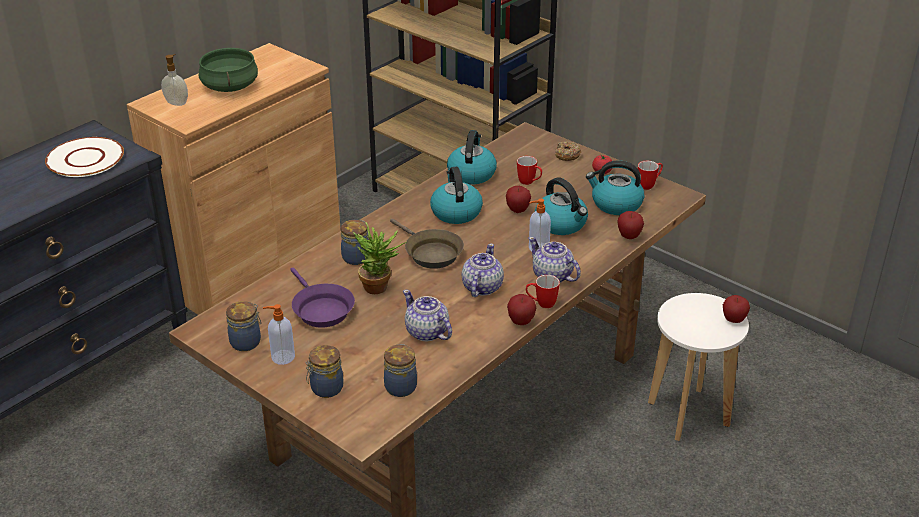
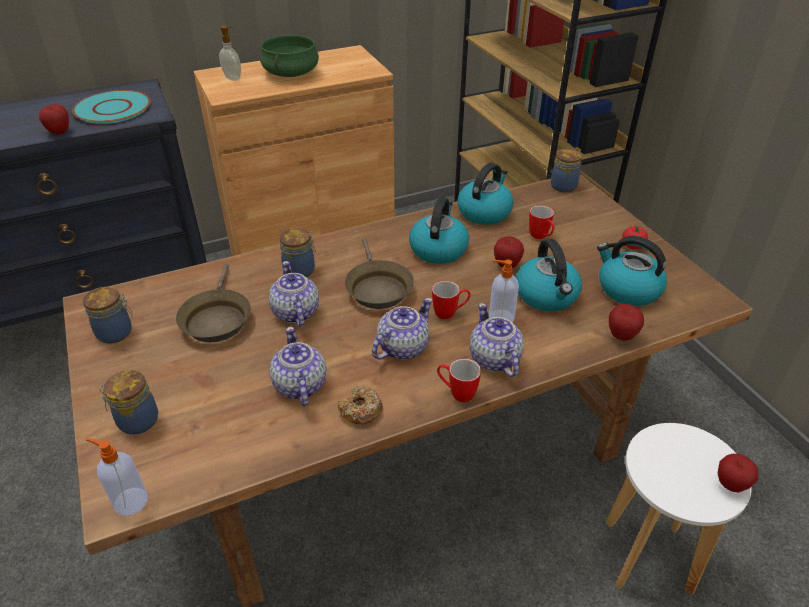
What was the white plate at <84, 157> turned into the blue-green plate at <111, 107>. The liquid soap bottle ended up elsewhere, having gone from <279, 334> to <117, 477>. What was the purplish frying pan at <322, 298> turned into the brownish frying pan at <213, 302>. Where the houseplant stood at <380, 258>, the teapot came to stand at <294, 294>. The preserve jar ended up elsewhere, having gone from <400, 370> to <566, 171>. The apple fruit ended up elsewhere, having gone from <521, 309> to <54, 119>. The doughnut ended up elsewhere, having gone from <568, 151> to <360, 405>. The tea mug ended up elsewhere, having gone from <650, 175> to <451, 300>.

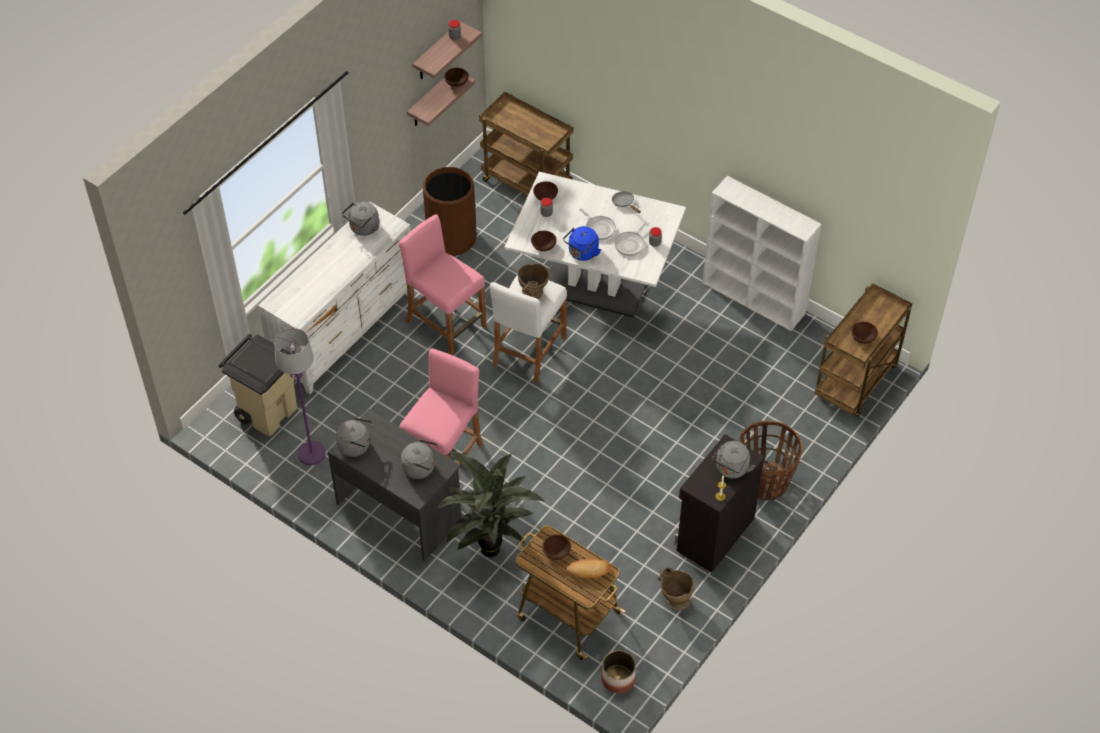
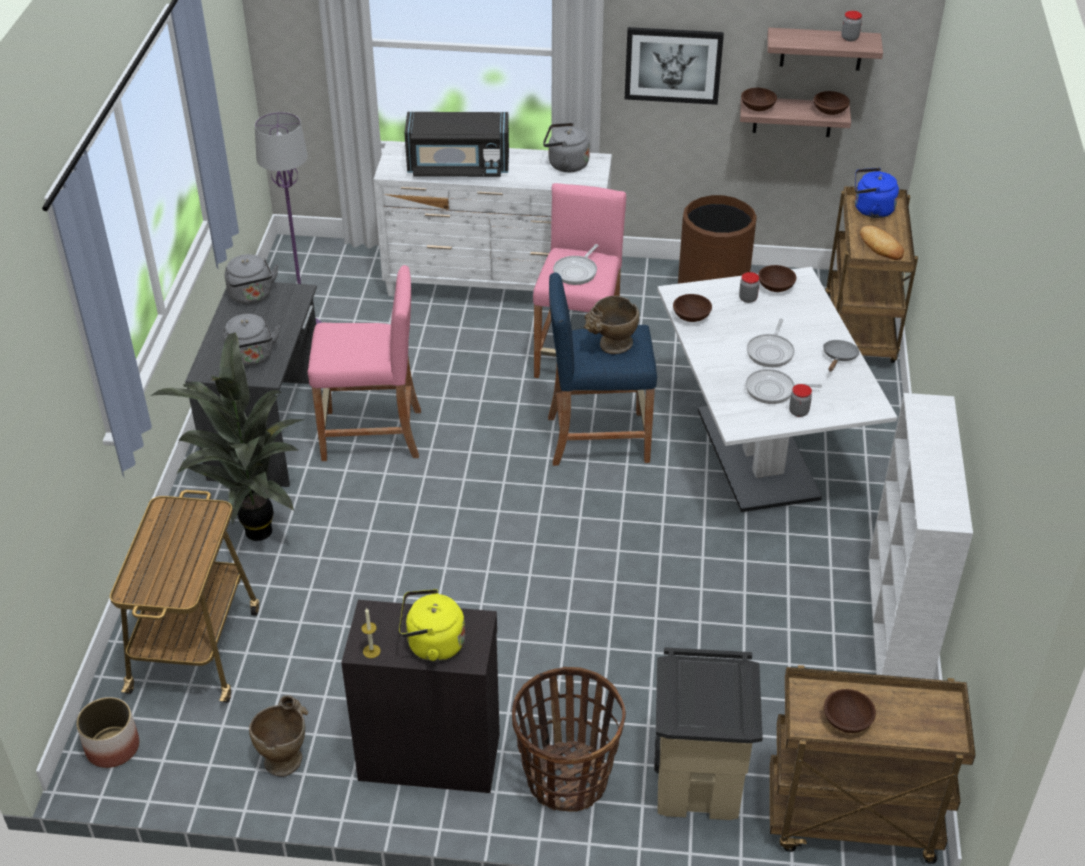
The beige-coloured rubbish bin ended up elsewhere, having gone from <258, 385> to <708, 733>. What was the white stool seat at <528, 329> turned into the blue-coloured stool seat at <602, 369>. The brownish bowl ended up elsewhere, having gone from <556, 547> to <759, 99>. The blue-coloured water kettle ended up elsewhere, having gone from <582, 243> to <877, 193>. The baked bread ended up elsewhere, having gone from <589, 569> to <882, 243>. What was the gray water kettle at <733, 460> turned into the yellow water kettle at <432, 625>. The second view gained the blackish microwave oven at <456, 144>. The second view gained the frying pan at <576, 264>. The second view gained the wall picture at <674, 66>.

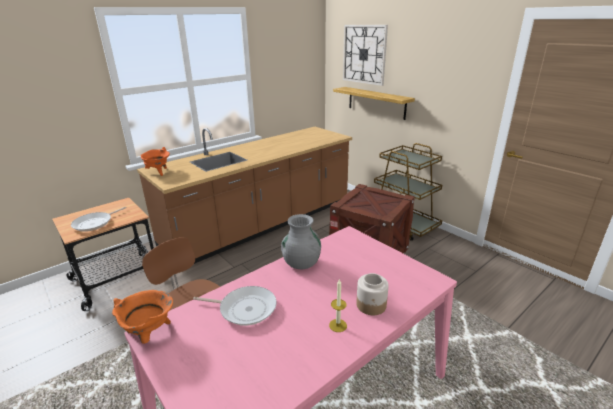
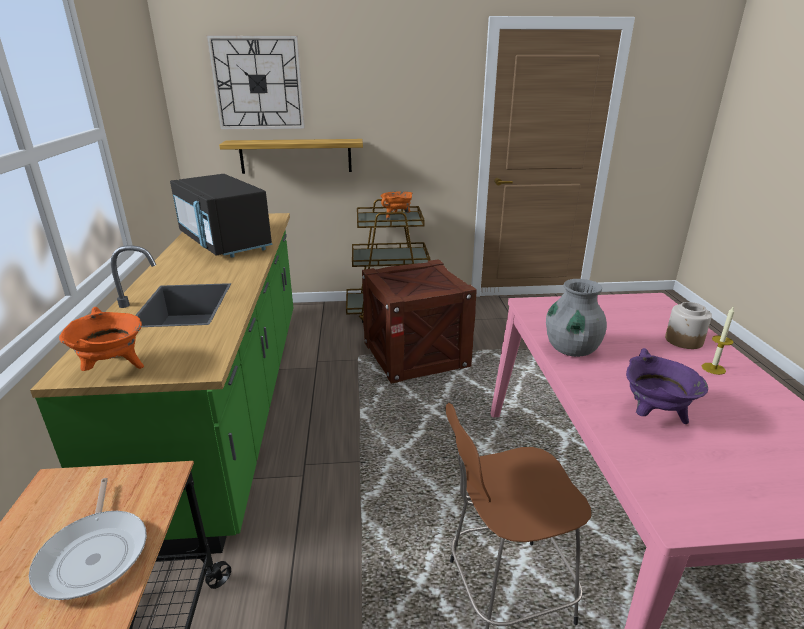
The orange saucepot ended up elsewhere, having gone from <142, 317> to <396, 205>. What was the brownish kitchen base unit at <244, 195> turned into the green-coloured kitchen base unit at <161, 384>. Where the frying pan stood at <235, 306>, the purplish saucepot came to stand at <667, 386>. The second view gained the blackish microwave oven at <221, 216>.

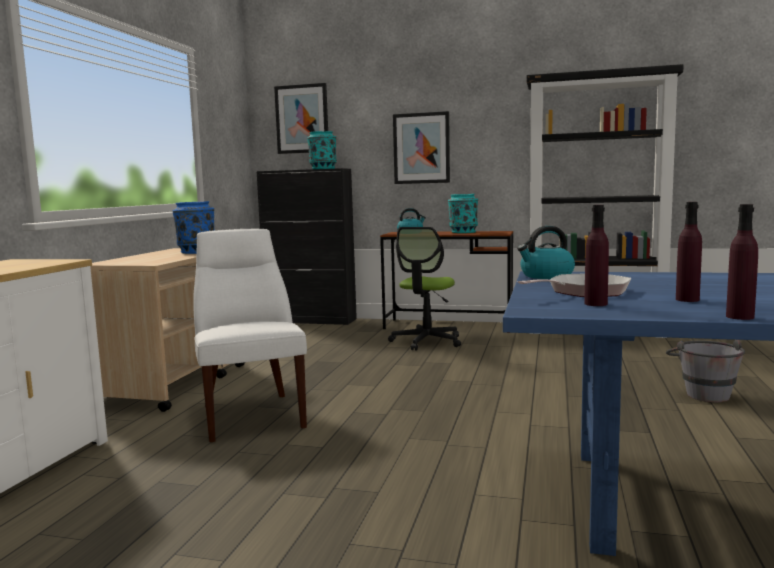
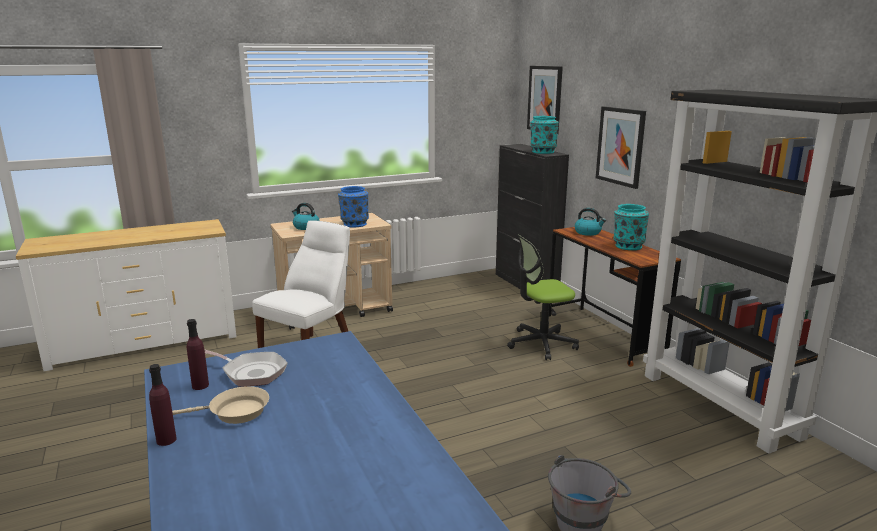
The water kettle ended up elsewhere, having gone from <546, 252> to <306, 216>. Where the purplish bottle stood at <689, 252>, the beige-coloured frying pan came to stand at <220, 405>.

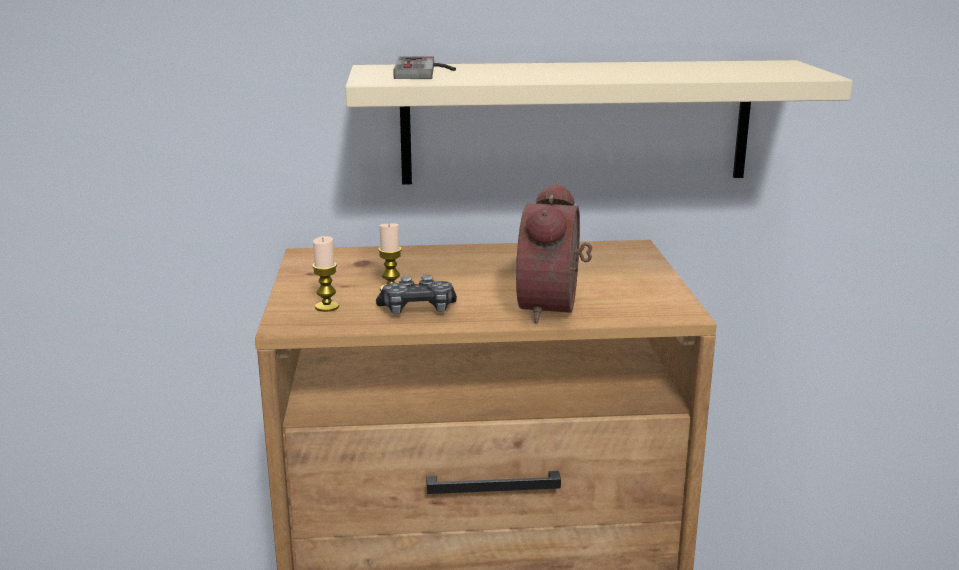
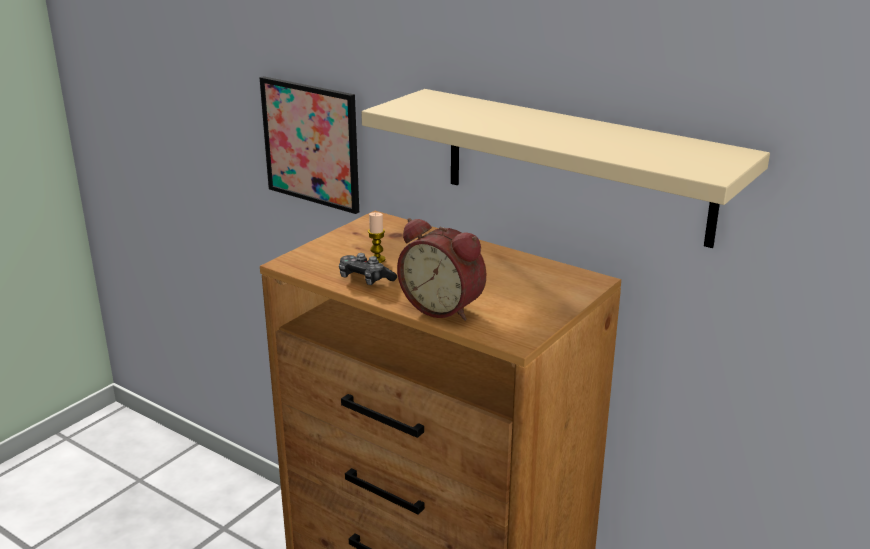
The second view lost the candle at <325, 274>. The second view lost the game controller at <424, 67>. The bedside clock at <554, 252> ended up facing another way, 105 degrees counterclockwise from before. The second view gained the wall picture at <309, 145>.

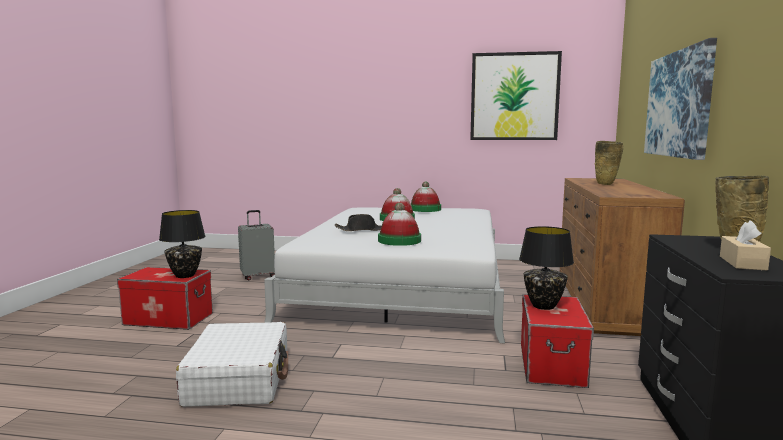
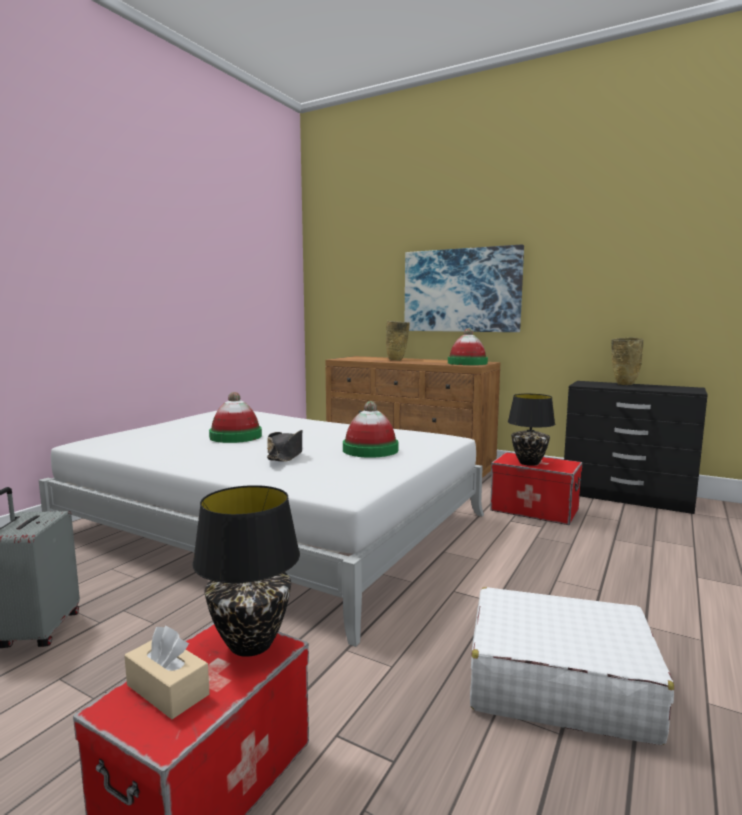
The hat ended up elsewhere, having gone from <426, 196> to <468, 346>. The second view lost the wall picture at <516, 95>. The beige-coloured tissue holder ended up elsewhere, having gone from <745, 245> to <167, 672>.

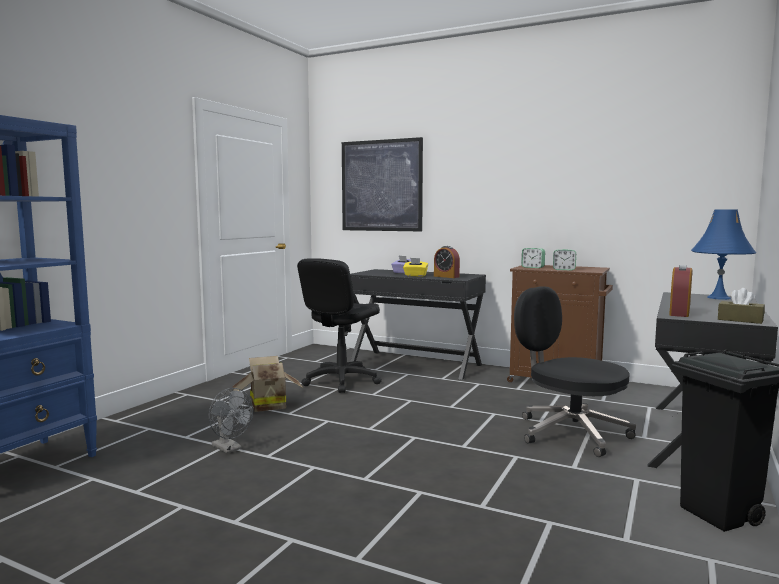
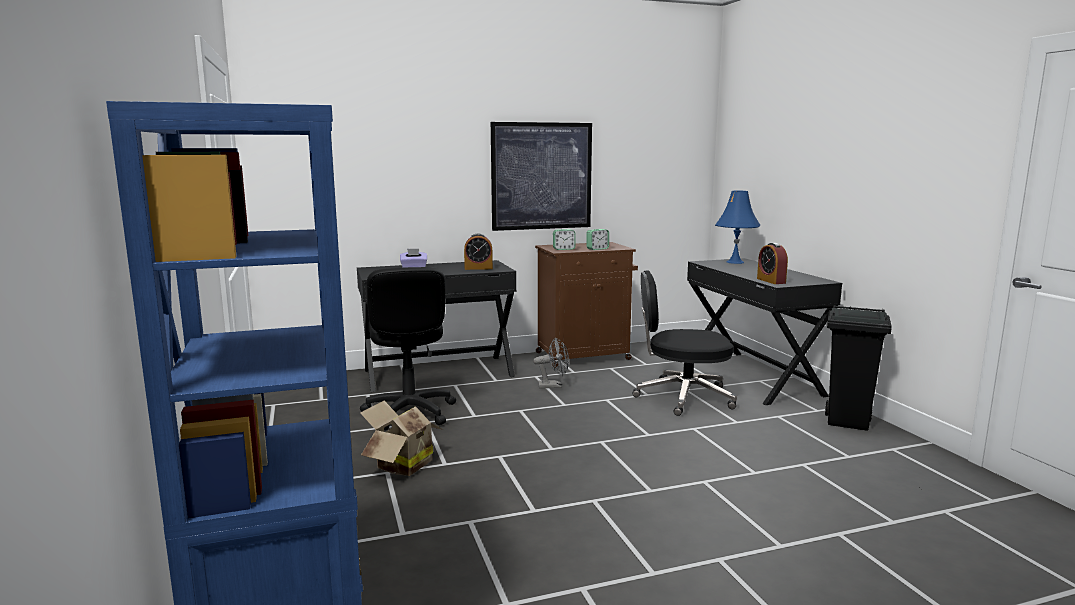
The gray fan ended up elsewhere, having gone from <231, 421> to <551, 363>. The wall picture ended up elsewhere, having gone from <382, 184> to <541, 176>. The second view lost the yellow tissue holder at <415, 267>. The second view lost the brownish tissue holder at <741, 306>.

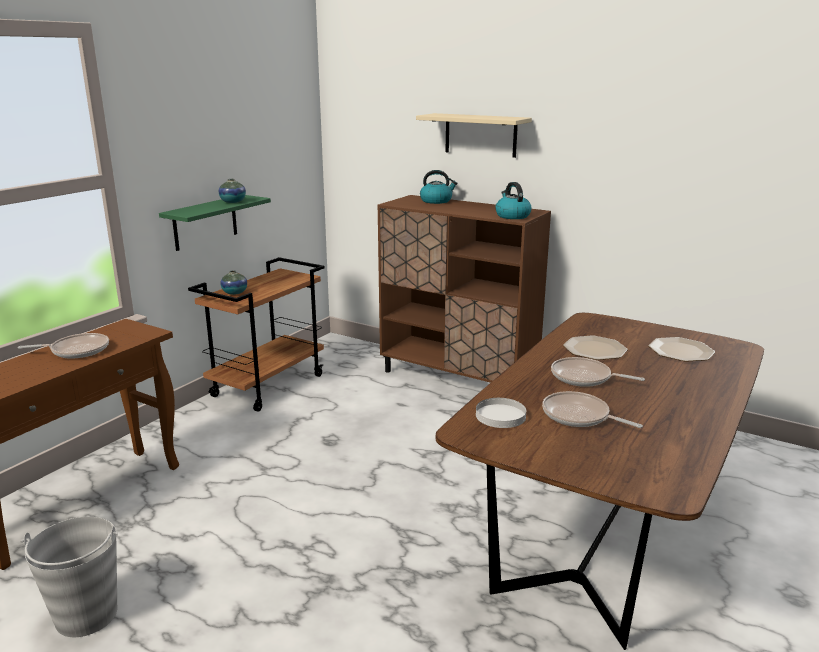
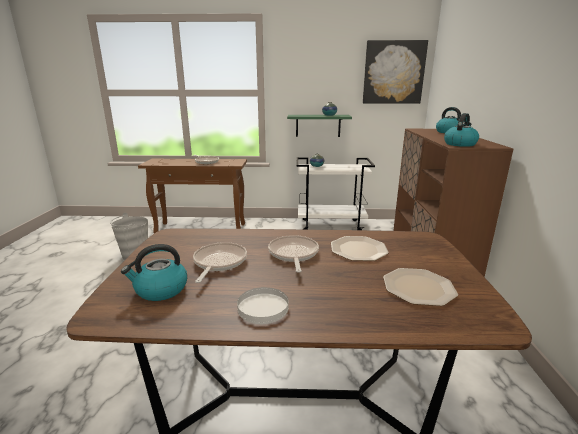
What was the brownish wheeled cart at <256, 334> turned into the white wheeled cart at <335, 193>. The second view lost the beige-coloured bracket shelf at <474, 135>. The white plate ended up elsewhere, having gone from <501, 413> to <263, 305>. The second view gained the water kettle at <154, 272>. The second view gained the wall picture at <395, 72>.

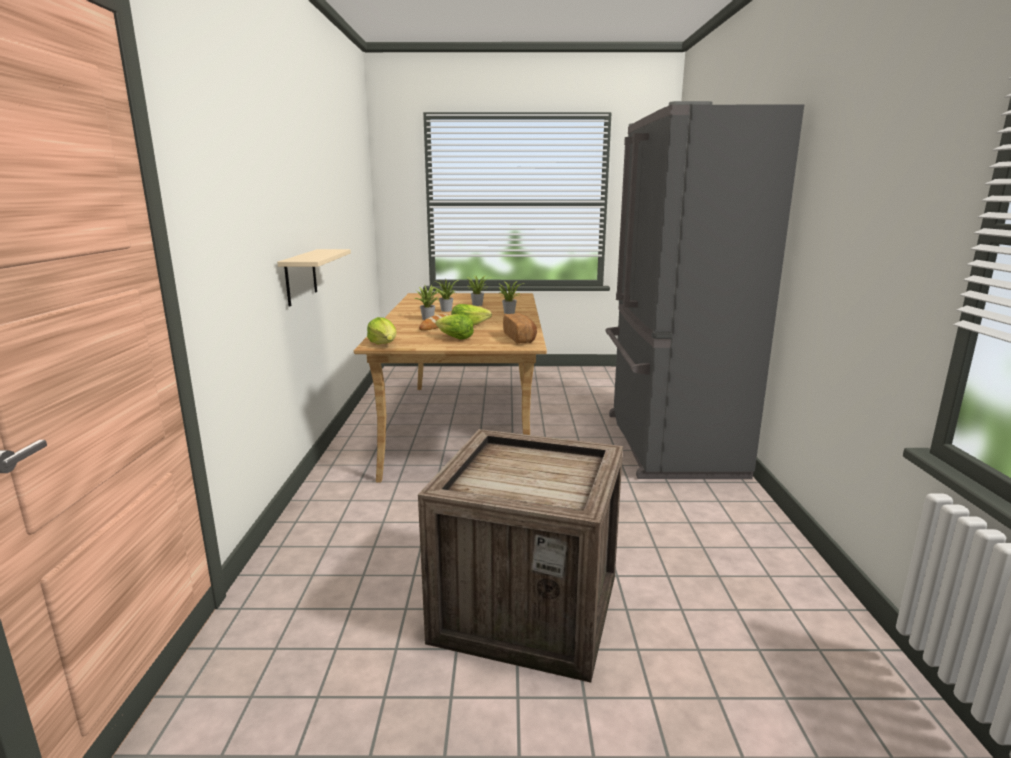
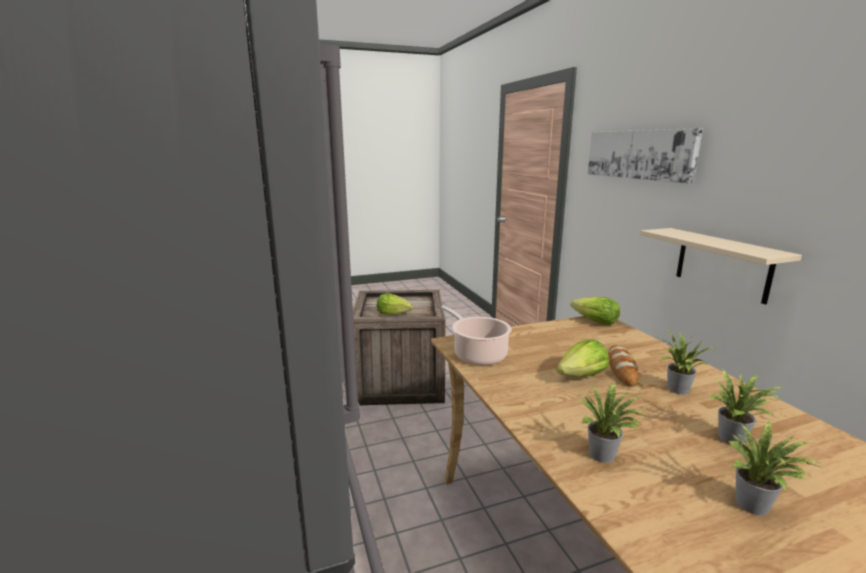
The lettuce ended up elsewhere, having gone from <454, 326> to <395, 304>. Where the baked bread stood at <520, 328>, the saucepot came to stand at <476, 335>. The second view gained the wall picture at <645, 156>.

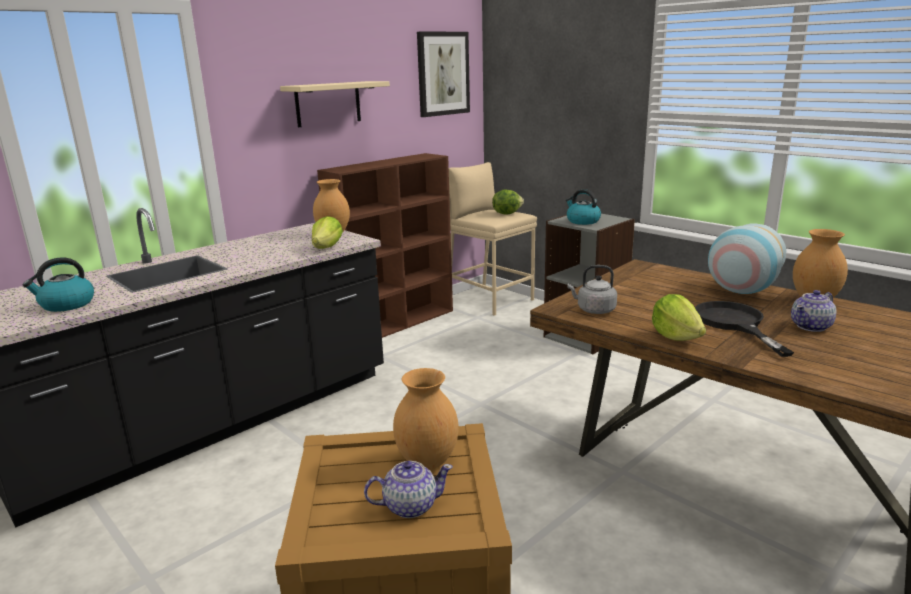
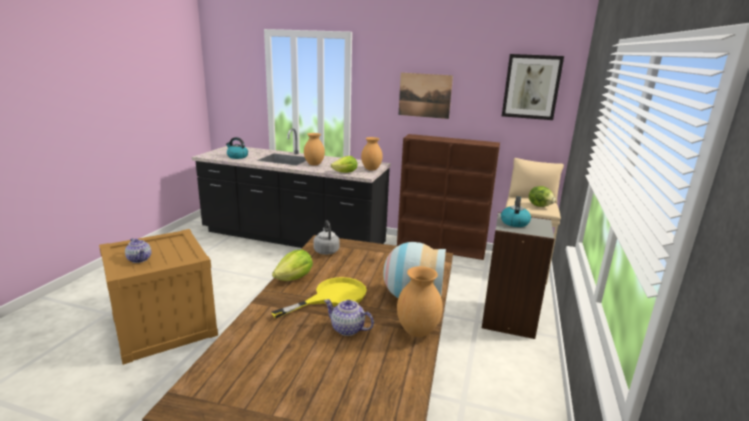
Where the beige-coloured bracket shelf hung at <335, 104>, the wall picture came to hang at <425, 96>. The brownish flower vase ended up elsewhere, having gone from <425, 419> to <314, 149>. What was the blackish frying pan at <744, 329> turned into the yellow frying pan at <319, 297>.

